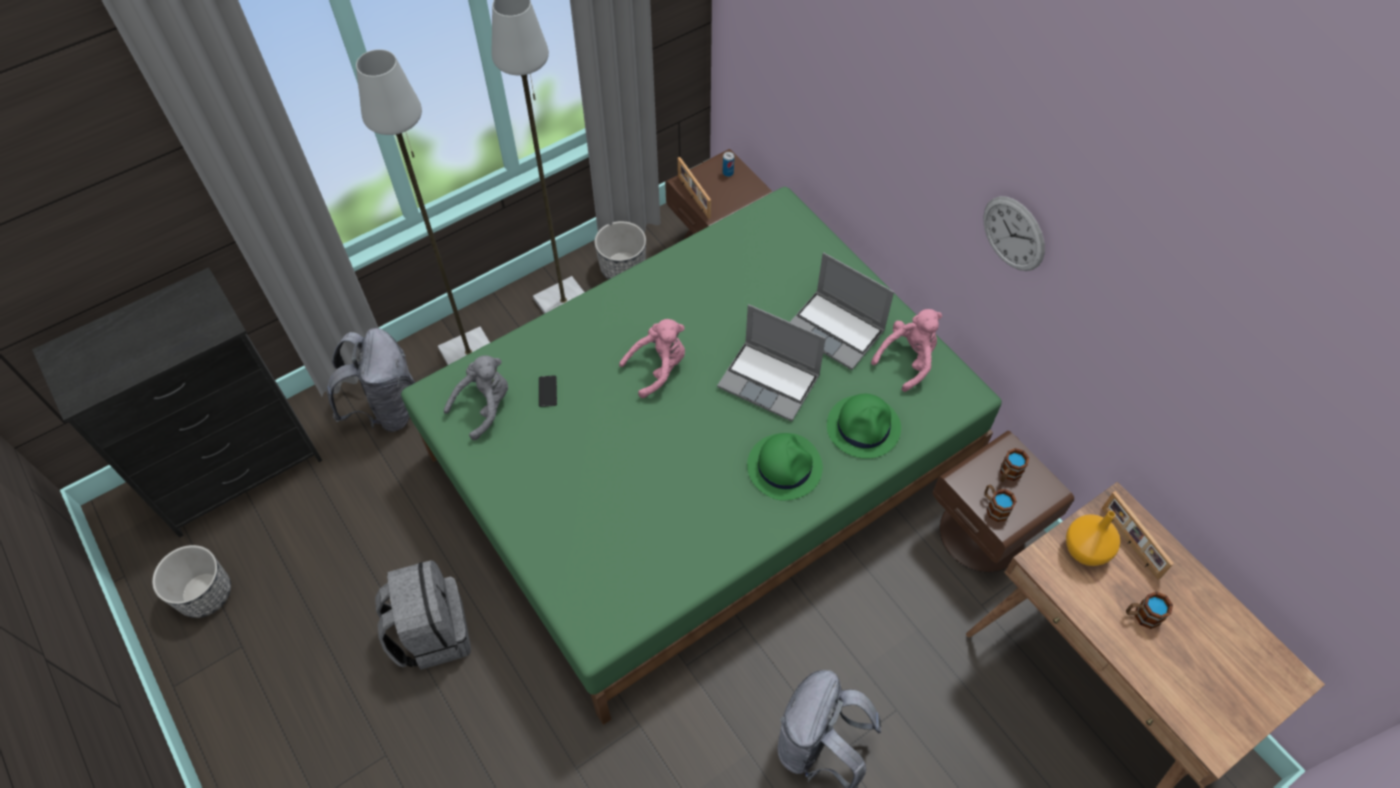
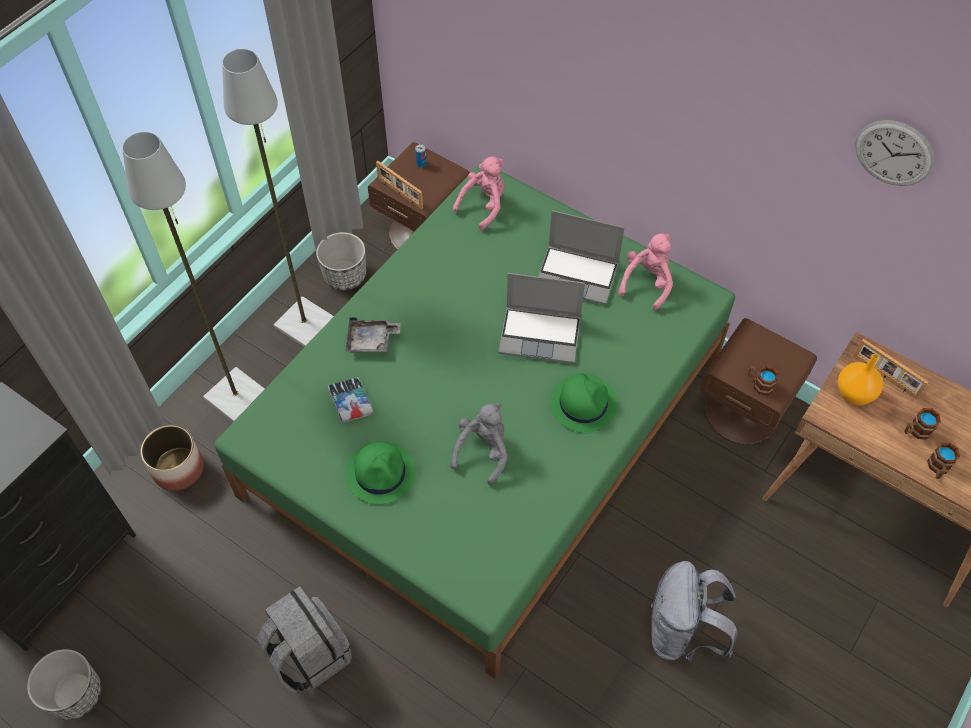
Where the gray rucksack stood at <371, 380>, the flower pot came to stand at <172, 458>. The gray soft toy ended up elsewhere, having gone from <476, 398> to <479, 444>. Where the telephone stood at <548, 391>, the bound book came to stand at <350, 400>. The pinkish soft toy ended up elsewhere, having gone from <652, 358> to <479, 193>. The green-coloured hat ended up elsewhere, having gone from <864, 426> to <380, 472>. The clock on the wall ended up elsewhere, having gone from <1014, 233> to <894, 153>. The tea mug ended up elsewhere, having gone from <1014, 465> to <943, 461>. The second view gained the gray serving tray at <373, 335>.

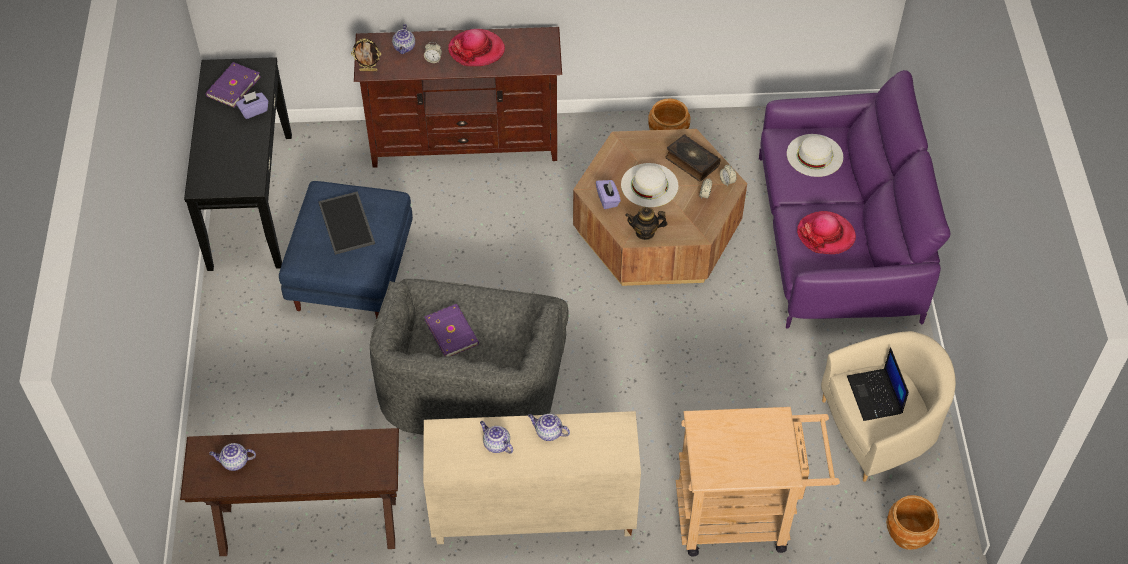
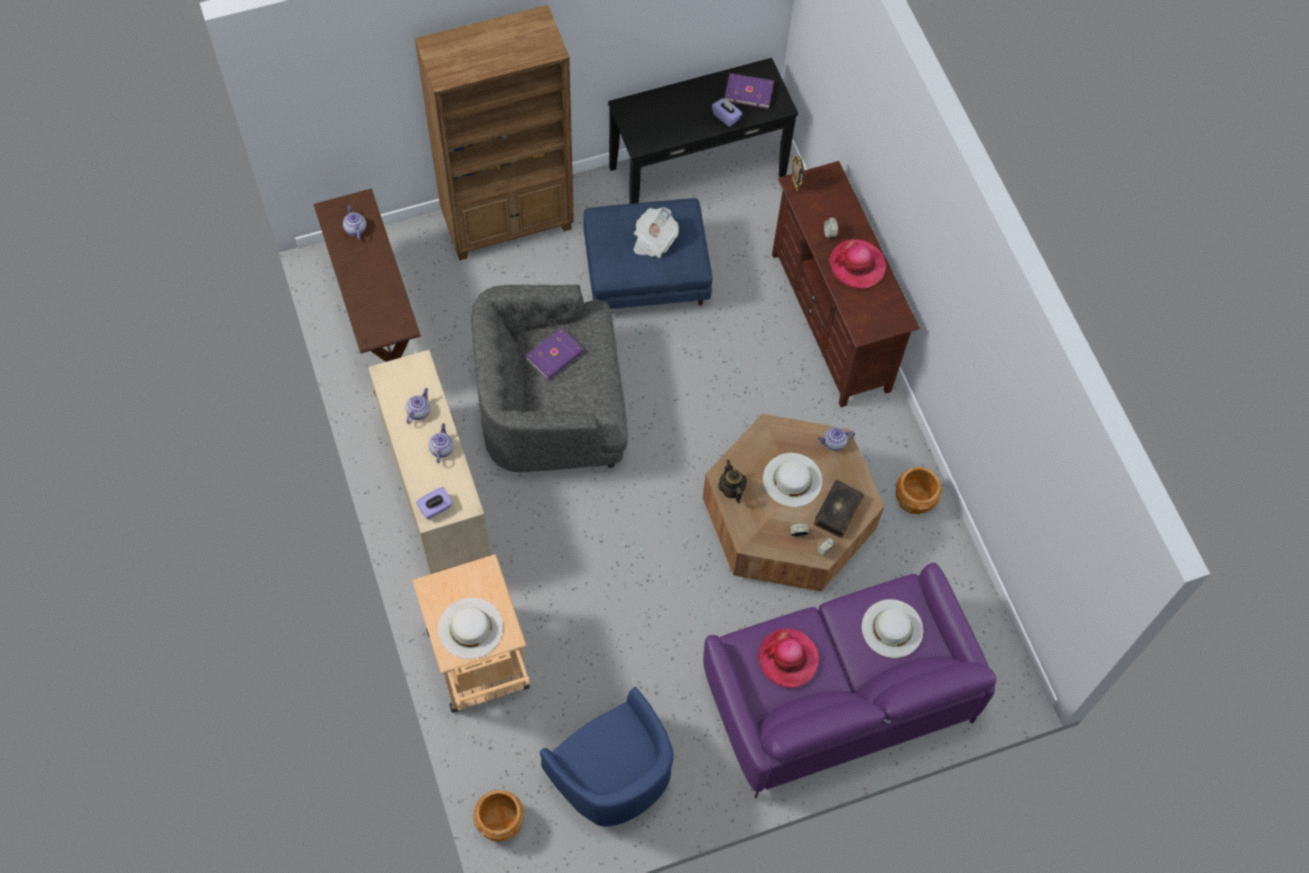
Where the serving tray stood at <346, 223>, the newspaper came to stand at <656, 233>. The teapot ended up elsewhere, having gone from <403, 39> to <836, 439>. The purplish tissue holder ended up elsewhere, having gone from <608, 194> to <434, 503>. What was the beige-coloured armchair at <888, 406> turned into the blue-coloured armchair at <607, 756>. The second view lost the laptop at <878, 384>. The second view gained the brownish bookshelf at <494, 132>. The second view gained the white hat at <470, 628>.

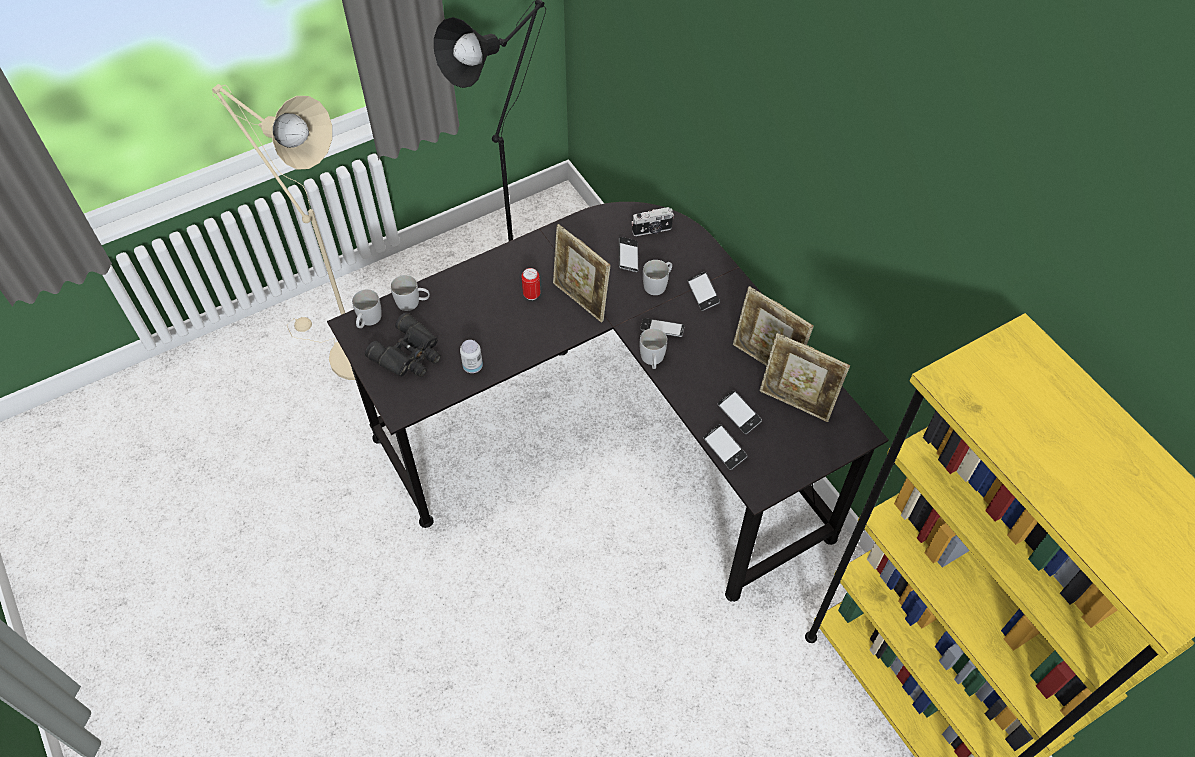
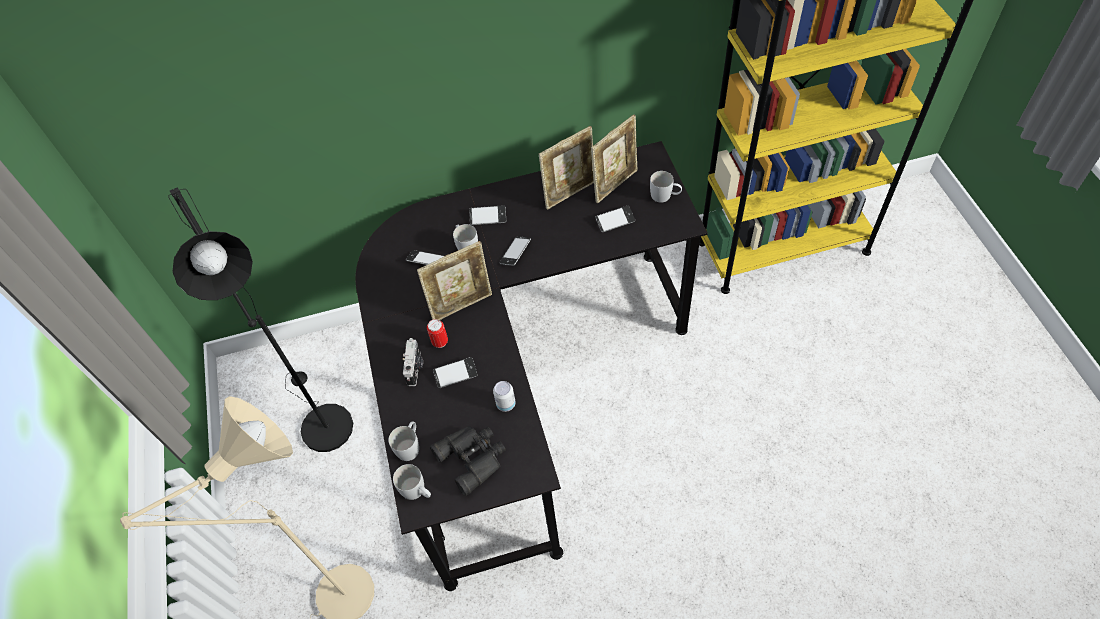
The photo camera ended up elsewhere, having gone from <652, 221> to <413, 362>. The white tea mug ended up elsewhere, having gone from <653, 348> to <666, 187>. The telephone ended up elsewhere, having gone from <725, 447> to <455, 372>.

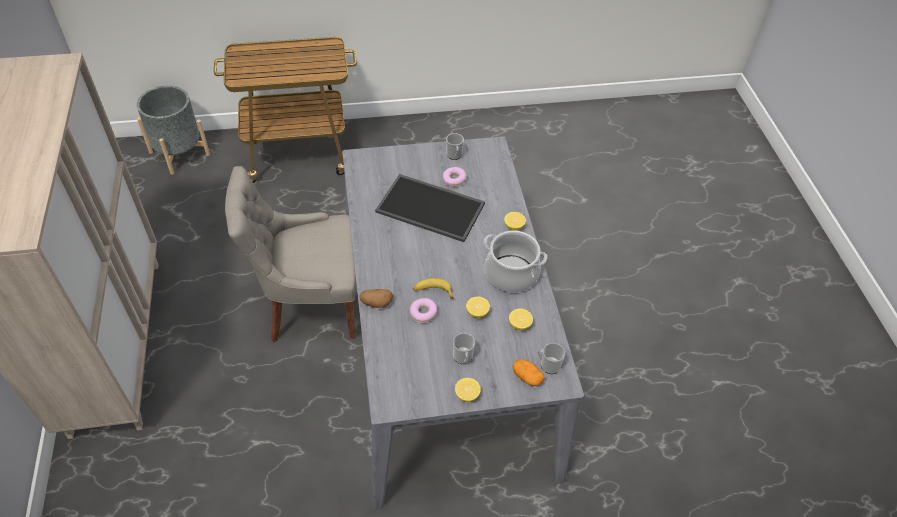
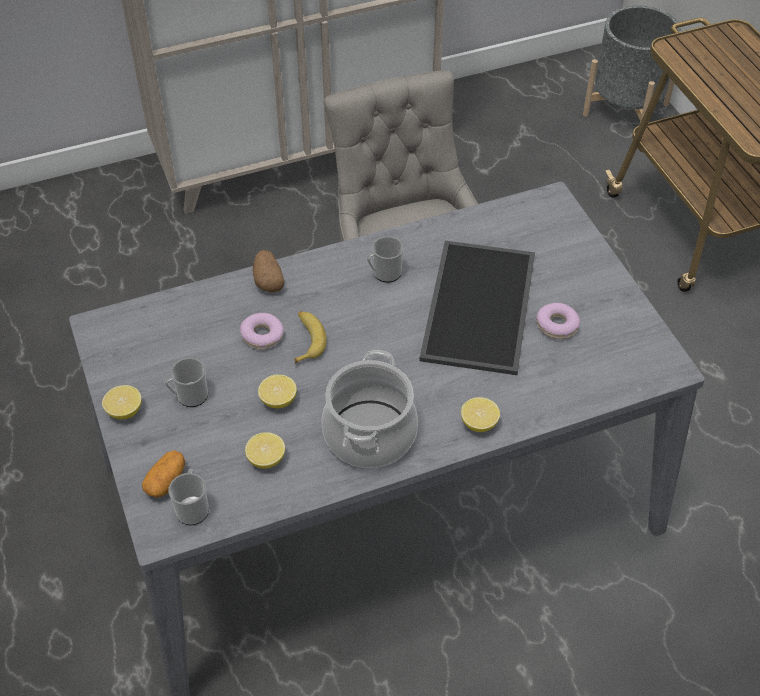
The tea mug ended up elsewhere, having gone from <455, 146> to <385, 259>.

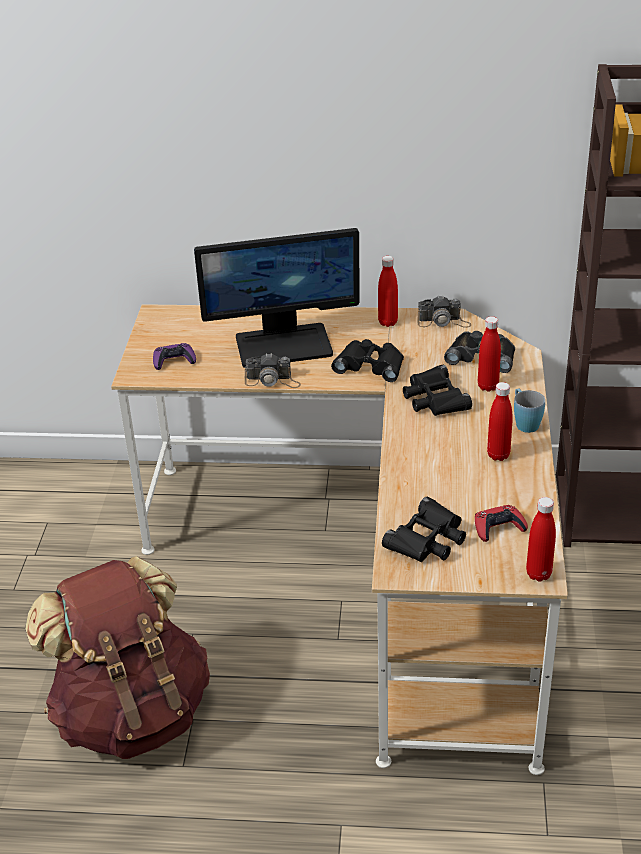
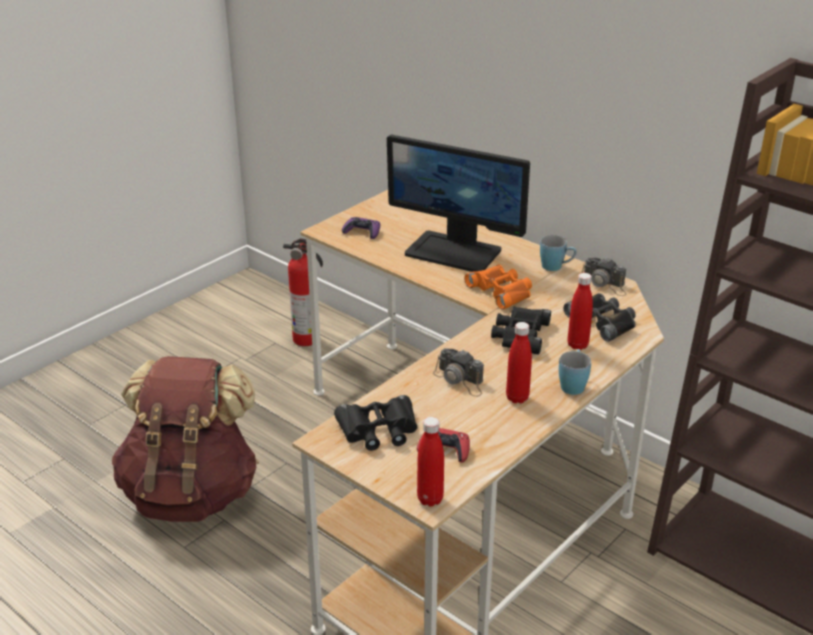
The photo camera ended up elsewhere, having gone from <273, 370> to <458, 372>. What was the blackish field glasses at <367, 360> turned into the orange field glasses at <498, 287>. Where the reddish bottle stood at <388, 291>, the blue-coloured tea mug came to stand at <558, 253>. The second view gained the fire extinguisher at <303, 292>.

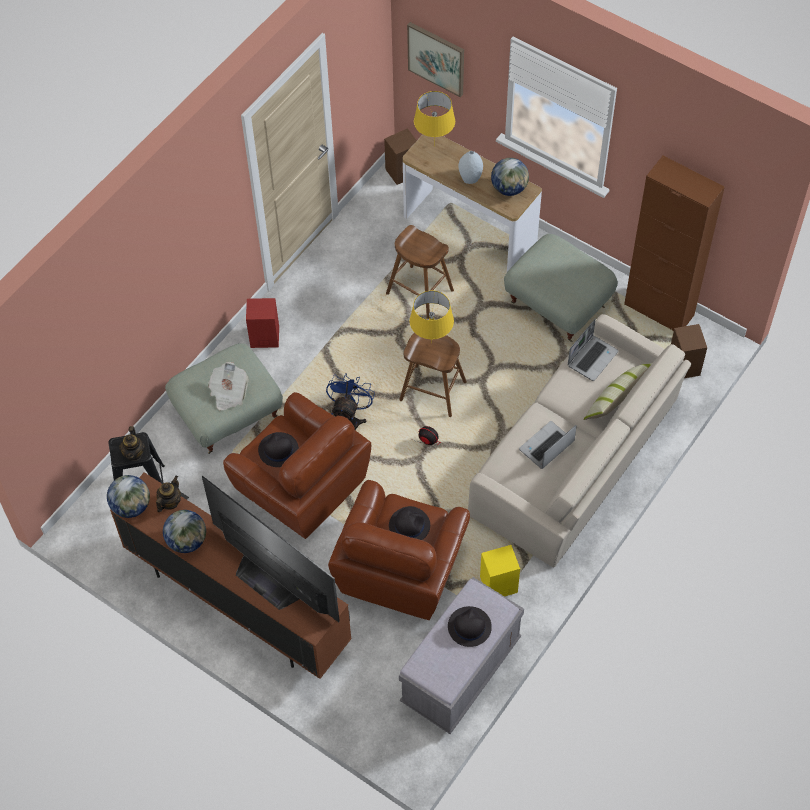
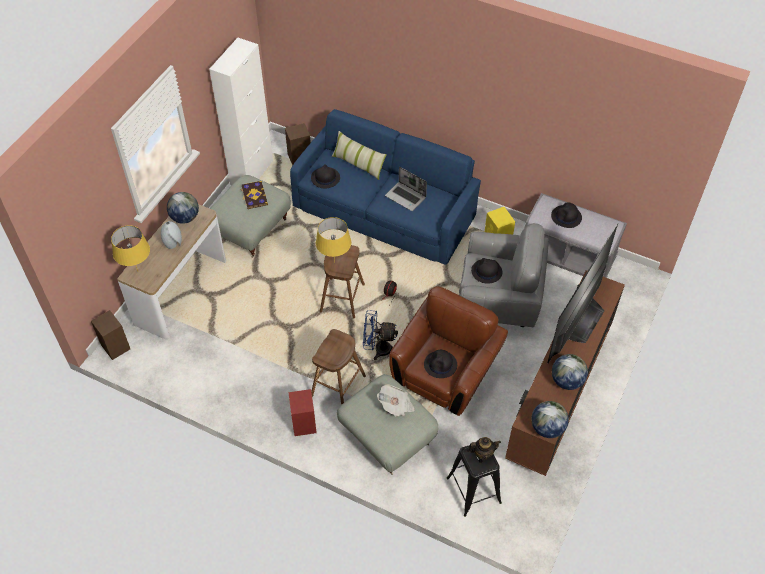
The second view lost the teapot at <168, 494>. What was the brownish armchair at <399, 550> turned into the gray armchair at <504, 275>. The brownish stool seat ended up elsewhere, having gone from <420, 272> to <338, 367>. The second view lost the wall picture at <435, 59>. What was the beige-coloured sofa at <579, 440> turned into the blue-coloured sofa at <385, 187>. Where the laptop stood at <593, 350>, the blackish hat came to stand at <325, 176>. What was the brownish cupboard at <674, 243> turned into the white cupboard at <241, 112>. The second view gained the bound book at <254, 195>.

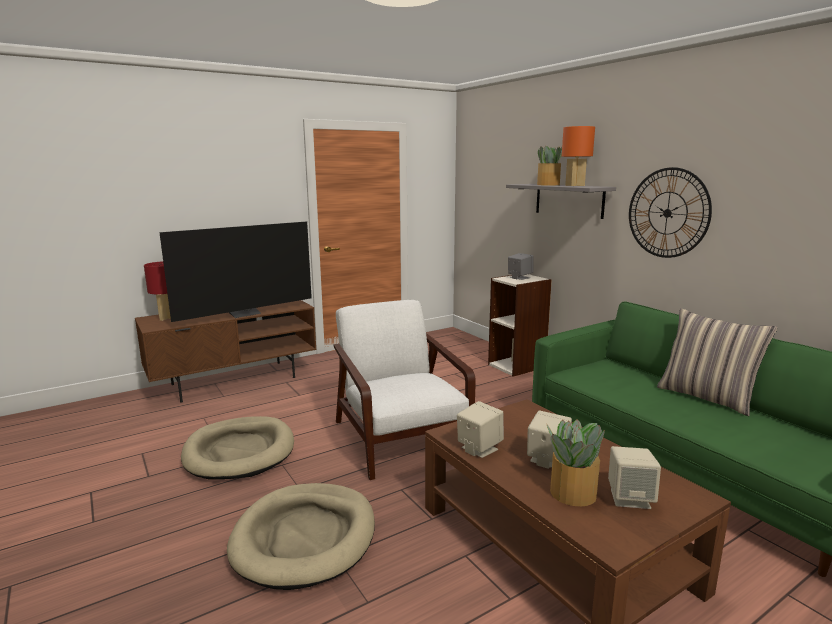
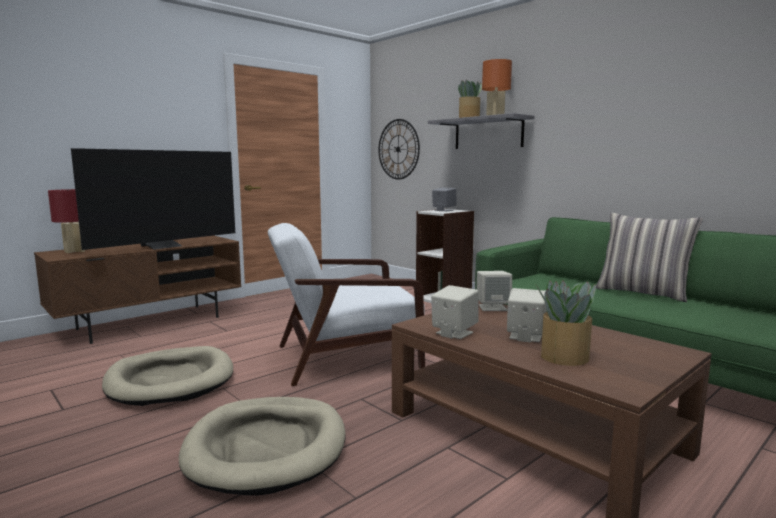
The white armchair at <405, 390> ended up facing another way, 75 degrees counterclockwise from before. The beige-coloured loudspeaker ended up elsewhere, having gone from <634, 477> to <494, 291>. The clock on the wall ended up elsewhere, having gone from <670, 212> to <399, 149>.

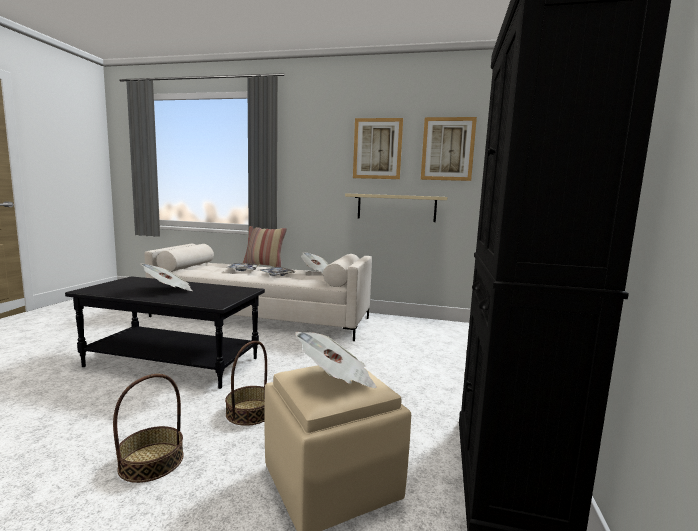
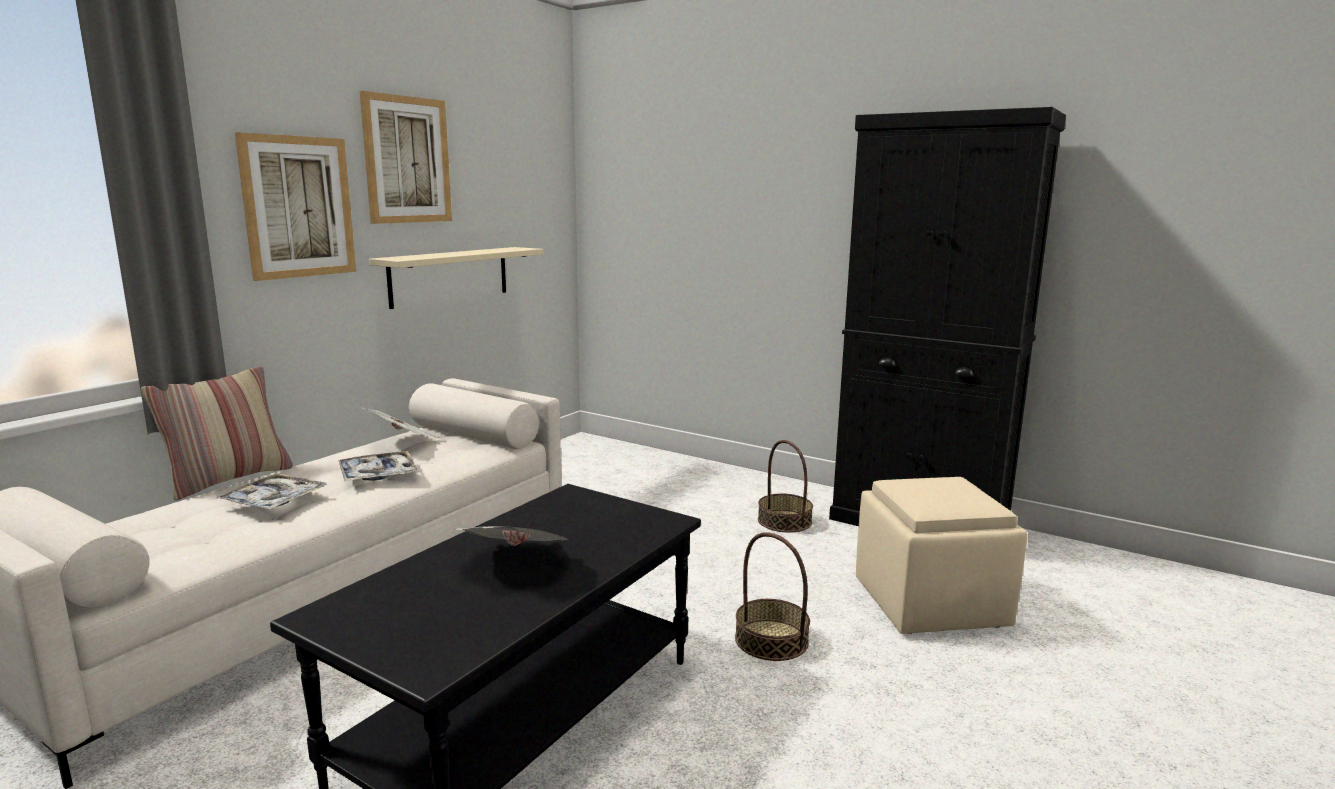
The household basket ended up elsewhere, having gone from <148, 428> to <785, 486>. The second view lost the newspaper at <336, 360>. The wall picture ended up elsewhere, having gone from <449, 149> to <295, 206>.

